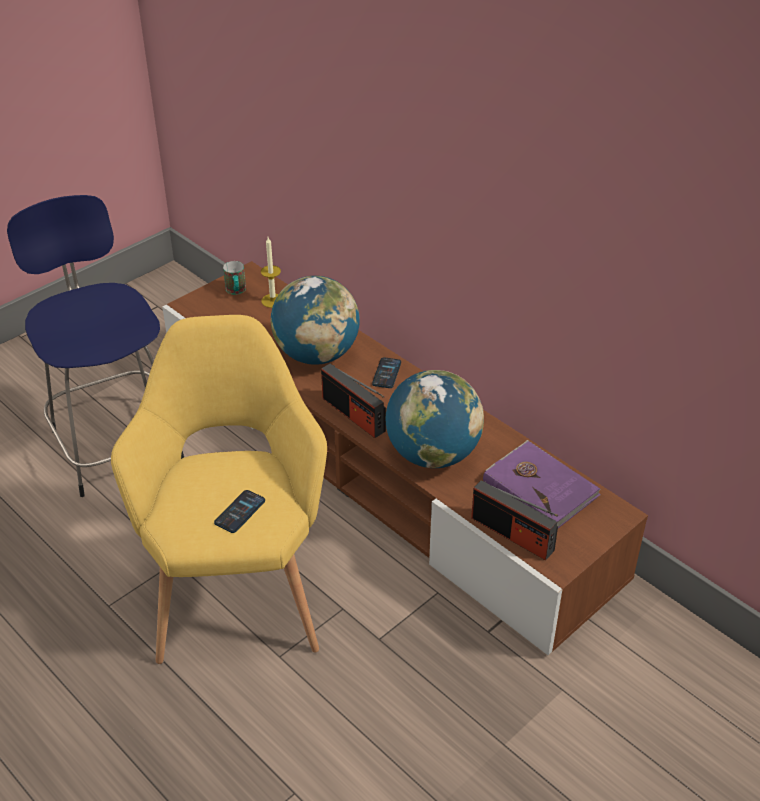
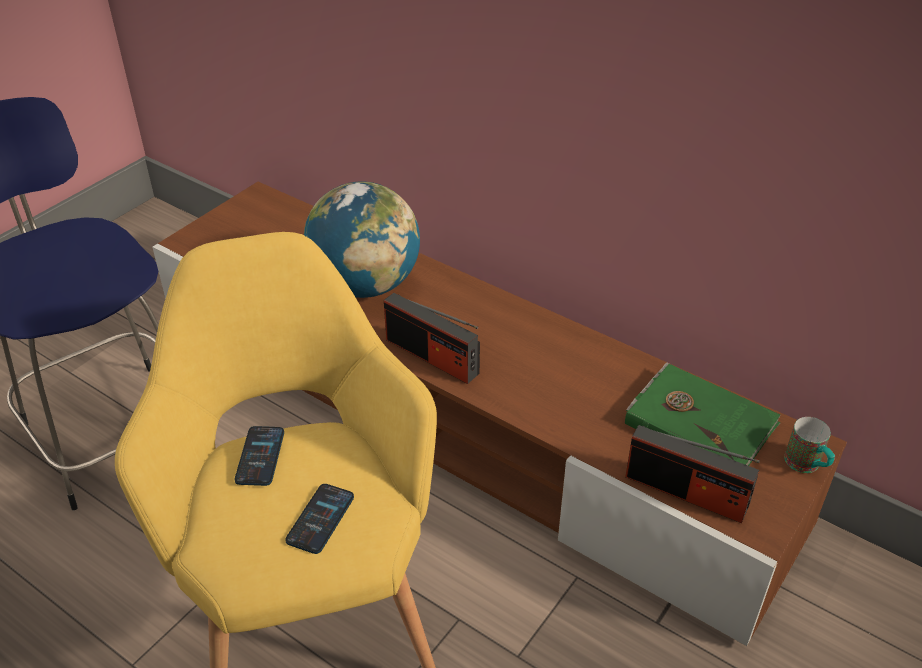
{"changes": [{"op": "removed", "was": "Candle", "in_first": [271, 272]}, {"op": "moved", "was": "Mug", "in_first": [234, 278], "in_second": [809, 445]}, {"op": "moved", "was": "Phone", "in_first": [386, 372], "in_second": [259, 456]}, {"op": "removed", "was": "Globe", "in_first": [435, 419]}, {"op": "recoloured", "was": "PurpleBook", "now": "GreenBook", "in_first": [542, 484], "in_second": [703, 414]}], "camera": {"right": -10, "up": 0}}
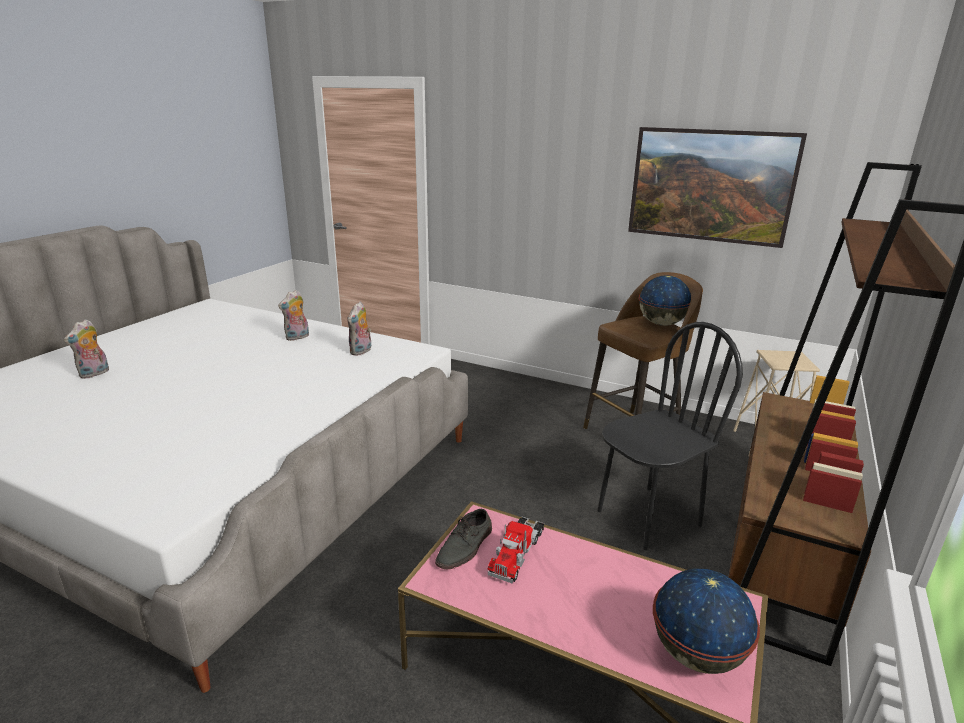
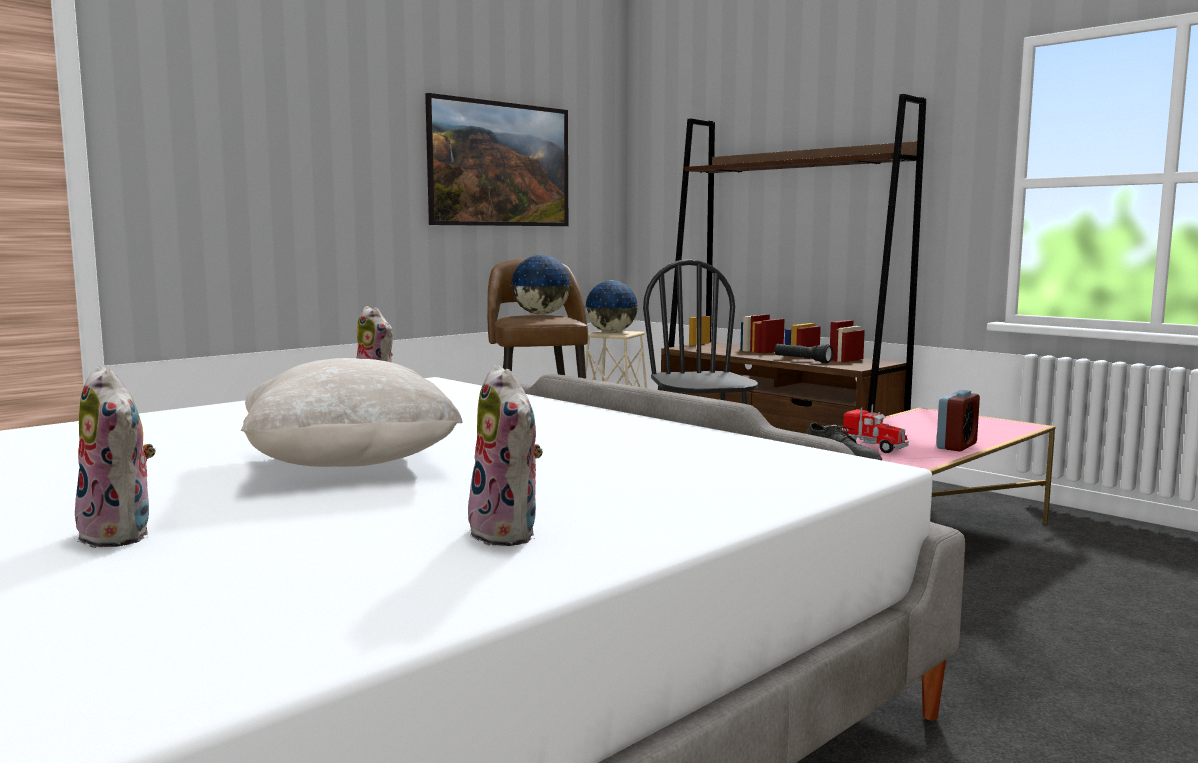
{"changes": [{"op": "moved", "was": "PlushToy", "in_first": [293, 315], "in_second": [505, 455]}, {"op": "moved", "was": "Globe", "in_first": [706, 621], "in_second": [611, 306]}, {"op": "added", "now": "BlackFlashlight", "in_second": [804, 353]}, {"op": "added", "now": "BeigePillow", "in_second": [351, 412]}, {"op": "added", "now": "AlarmClock", "in_second": [958, 421]}], "camera": {"right": -70, "up": -15}}
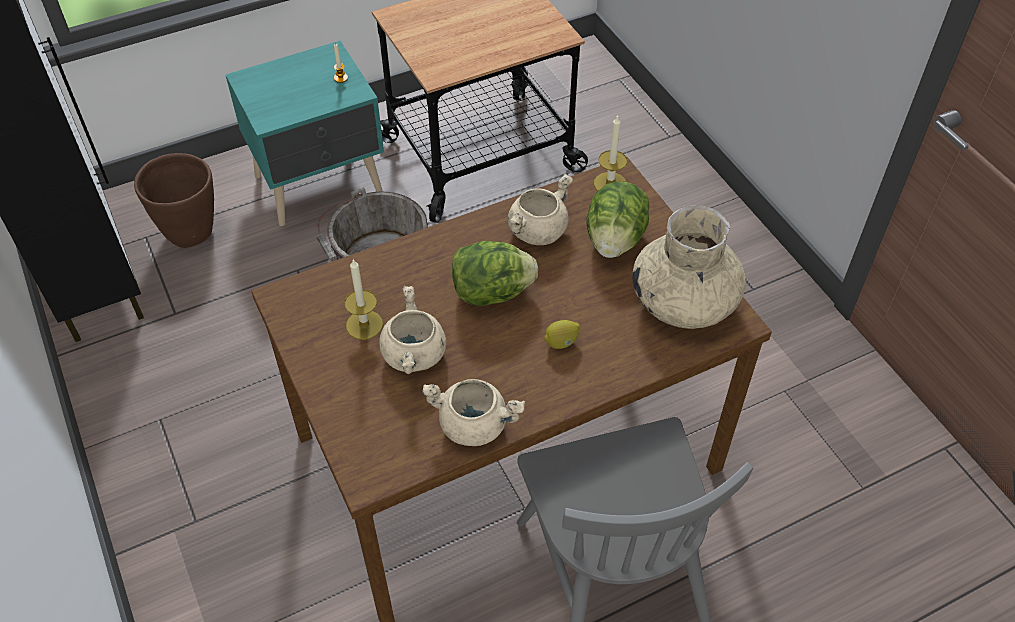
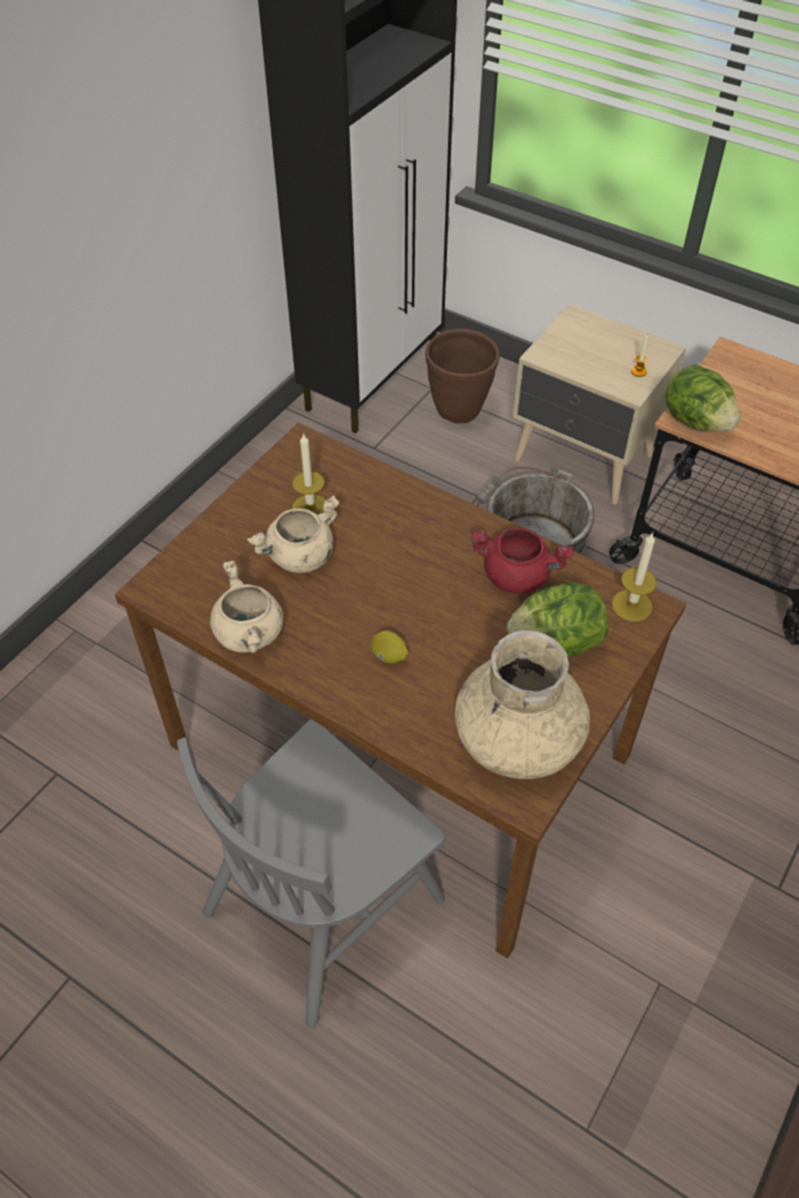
{"changes": [{"op": "recoloured", "was": "TurquoiseNightstand", "now": "BeigeNightstand", "in_first": [304, 133], "in_second": [599, 404]}, {"op": "recoloured", "was": "BeigeCookingPot", "now": "RedCookingPot", "in_first": [540, 209], "in_second": [522, 560]}, {"op": "moved", "was": "Lettuce", "in_first": [495, 273], "in_second": [702, 398]}], "camera": {"right": 60, "up": 0}}
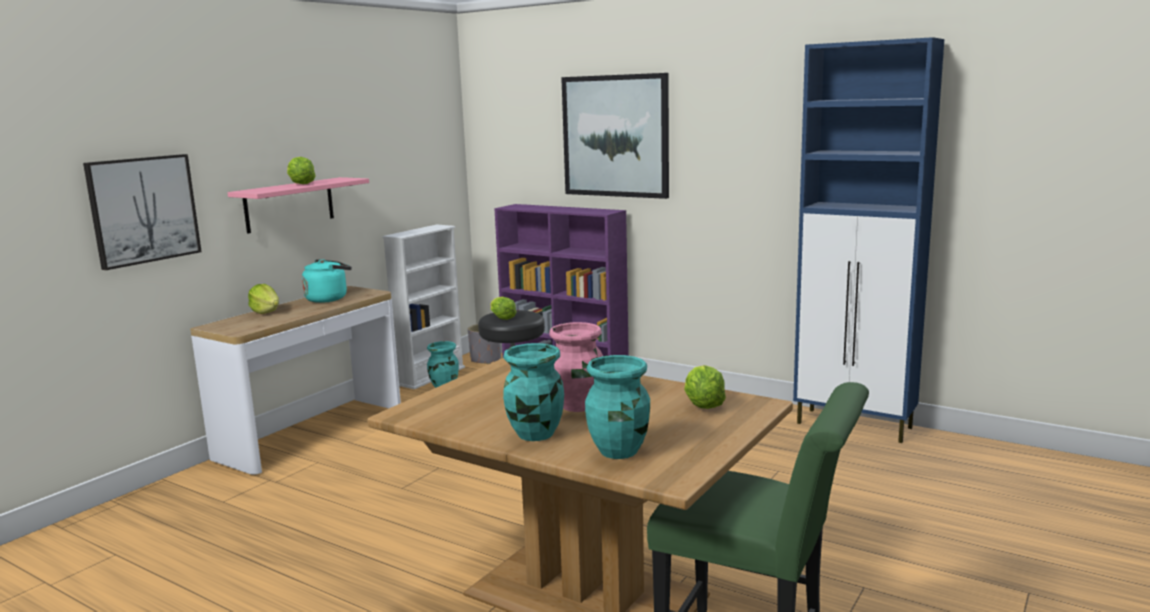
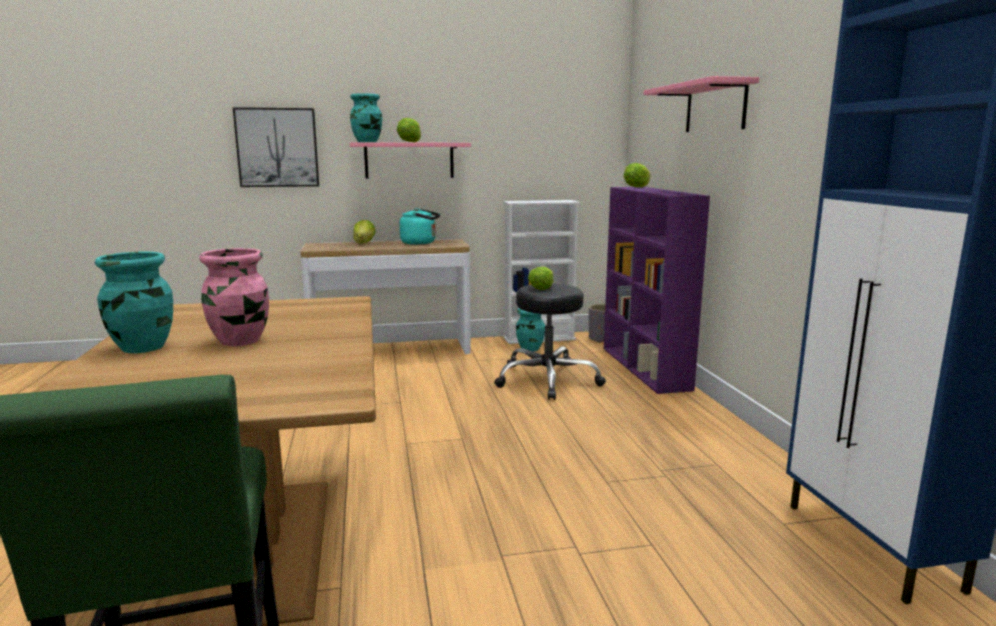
{"changes": [{"op": "replaced", "was": "Picture", "now": "PinkShelf", "in_first": [615, 136], "in_second": [702, 104]}, {"op": "moved", "was": "TurquoiseVase", "in_first": [617, 407], "in_second": [366, 117]}, {"op": "moved", "was": "Lettuce", "in_first": [705, 387], "in_second": [637, 175]}], "camera": {"right": 45, "up": 0}}
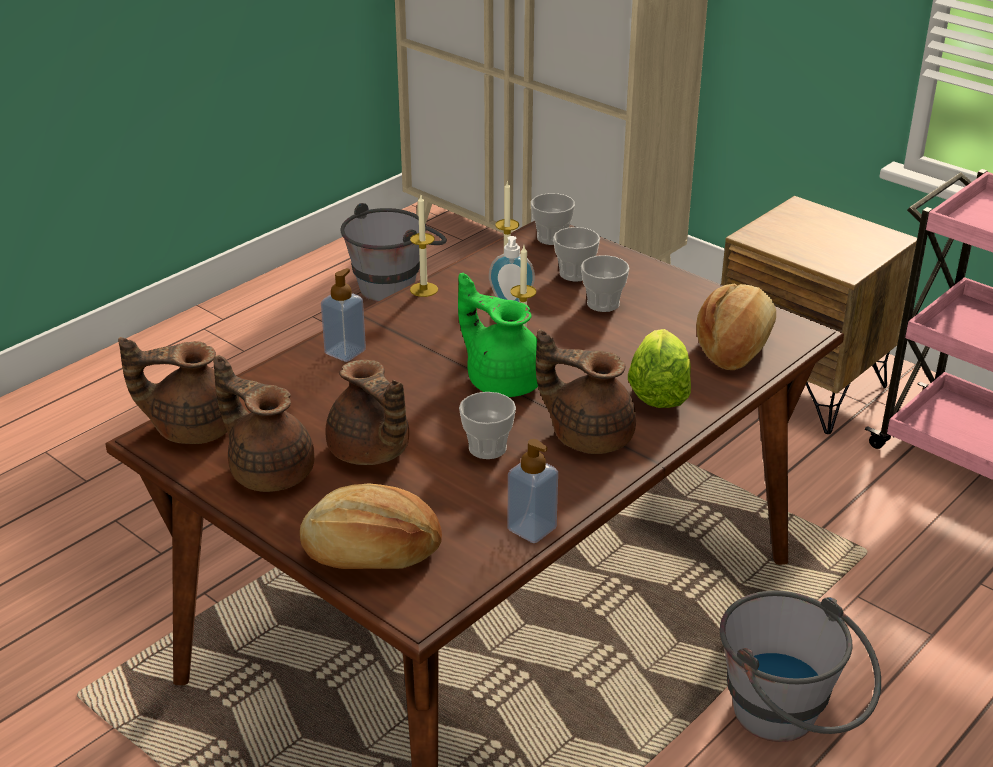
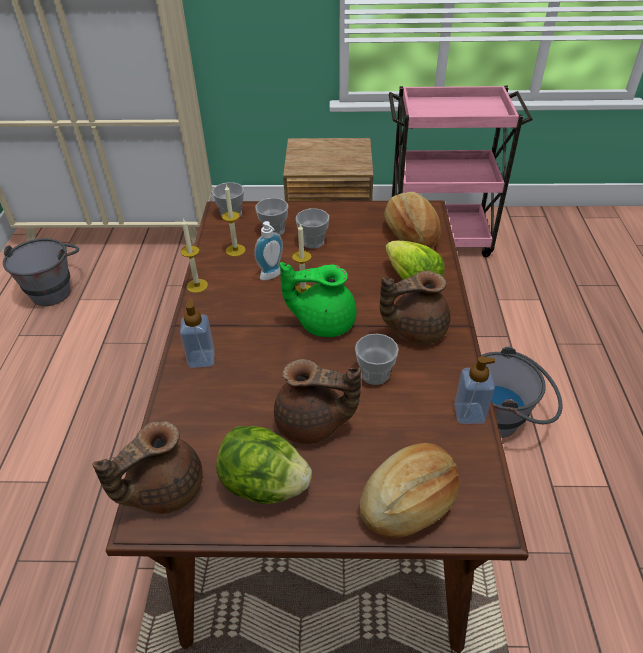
{"changes": [{"op": "replaced", "was": "BrownTeapot", "now": "Lettuce", "in_first": [264, 423], "in_second": [264, 465]}], "camera": {"right": -40, "up": 10}}
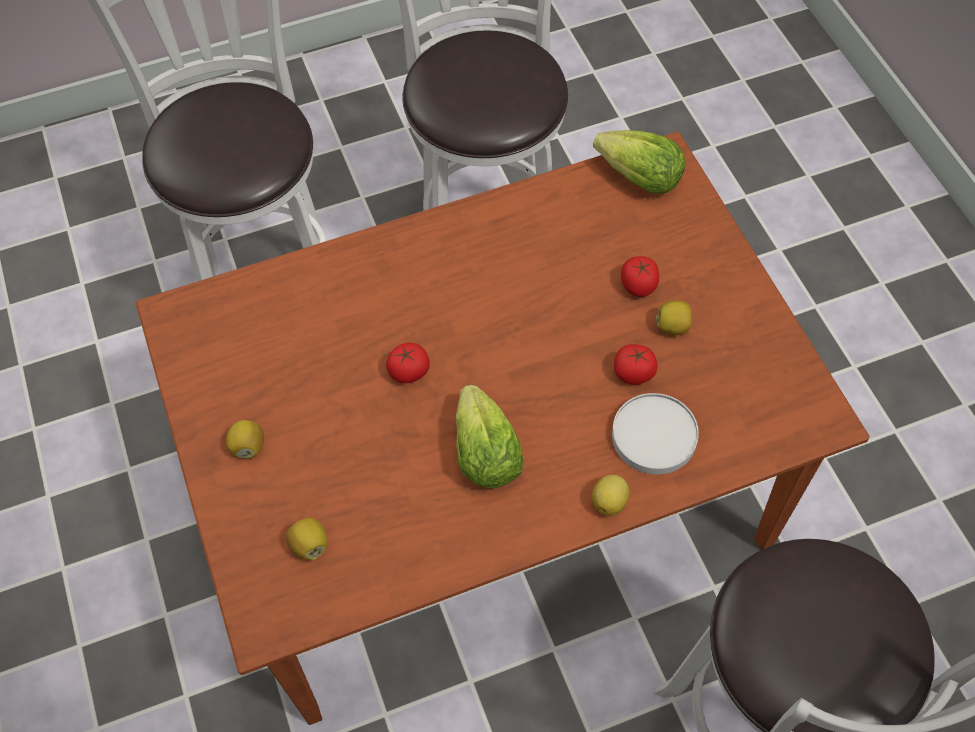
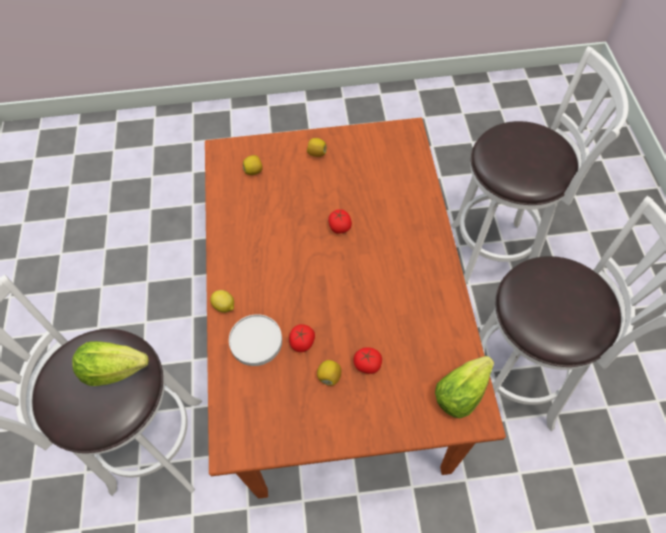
{"changes": [{"op": "moved", "was": "Lettuce", "in_first": [490, 436], "in_second": [110, 363]}], "camera": {"right": 105, "up": 0}}
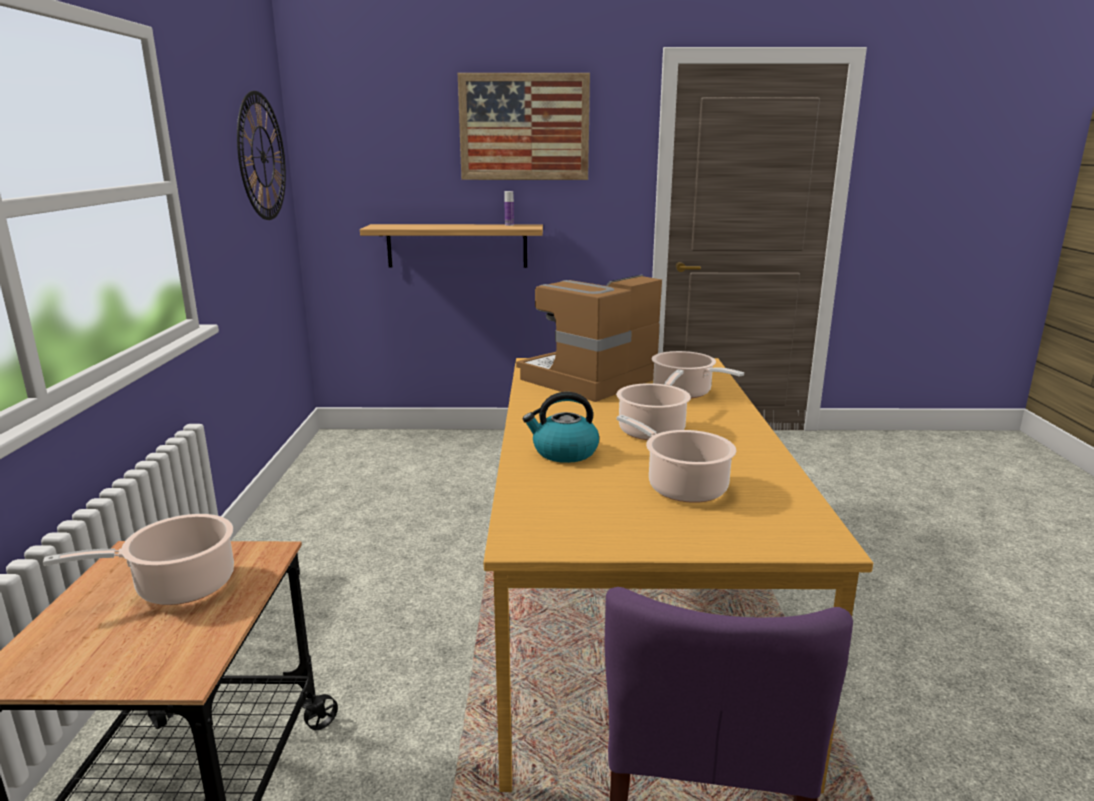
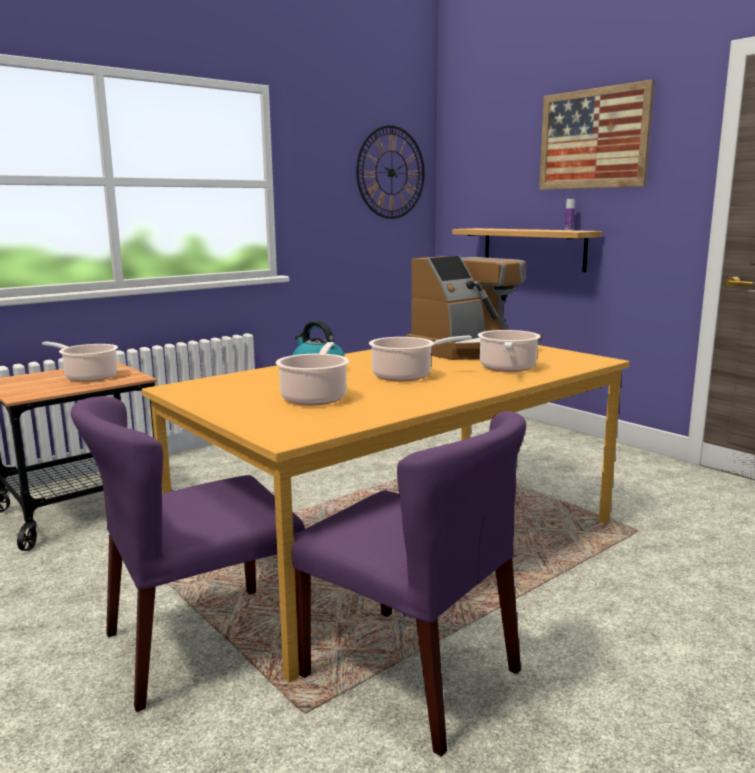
{"changes": [{"op": "turned", "was": "CoffeeMachine", "in_first": [589, 338], "in_second": [474, 308], "clockwise": 135}, {"op": "added", "now": "PurpleChair", "in_second": [408, 584]}], "camera": {"right": 50, "up": -5}}
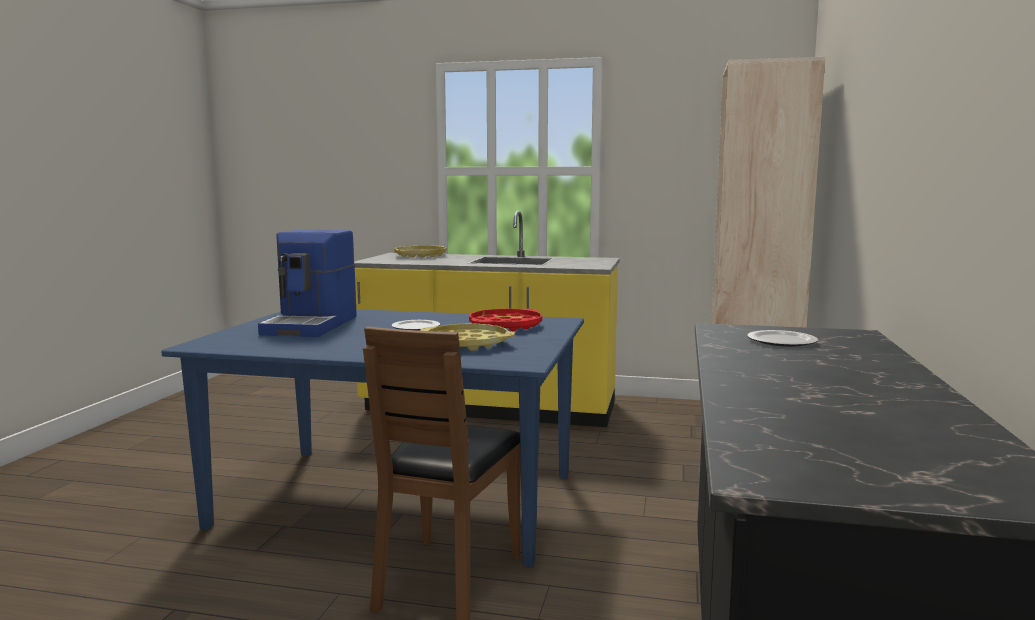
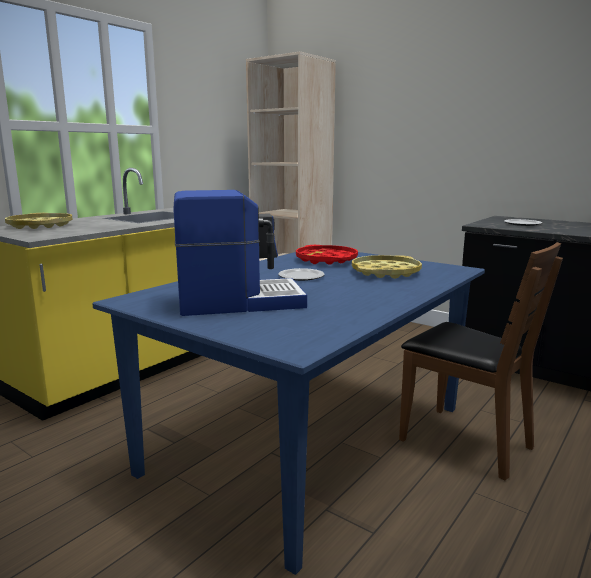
{"changes": [{"op": "turned", "was": "CoffeeMachine", "in_first": [307, 283], "in_second": [240, 253], "clockwise": -45}], "camera": {"right": -65, "up": 5}}
